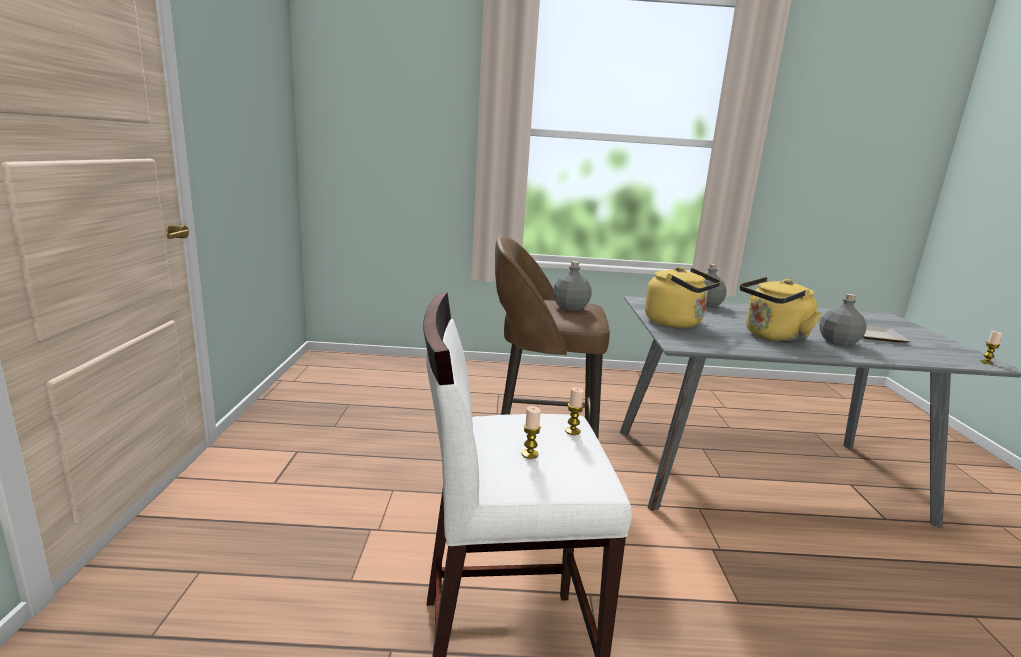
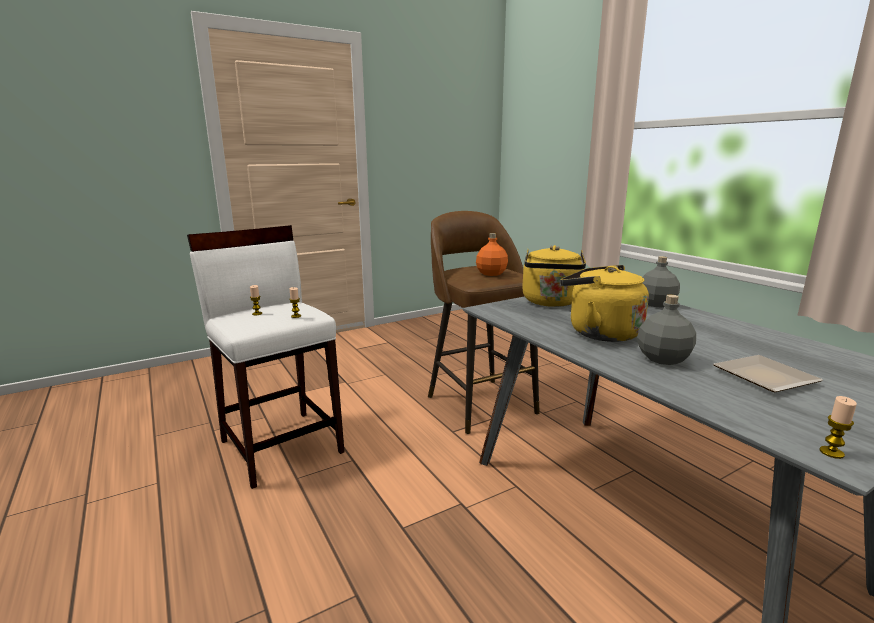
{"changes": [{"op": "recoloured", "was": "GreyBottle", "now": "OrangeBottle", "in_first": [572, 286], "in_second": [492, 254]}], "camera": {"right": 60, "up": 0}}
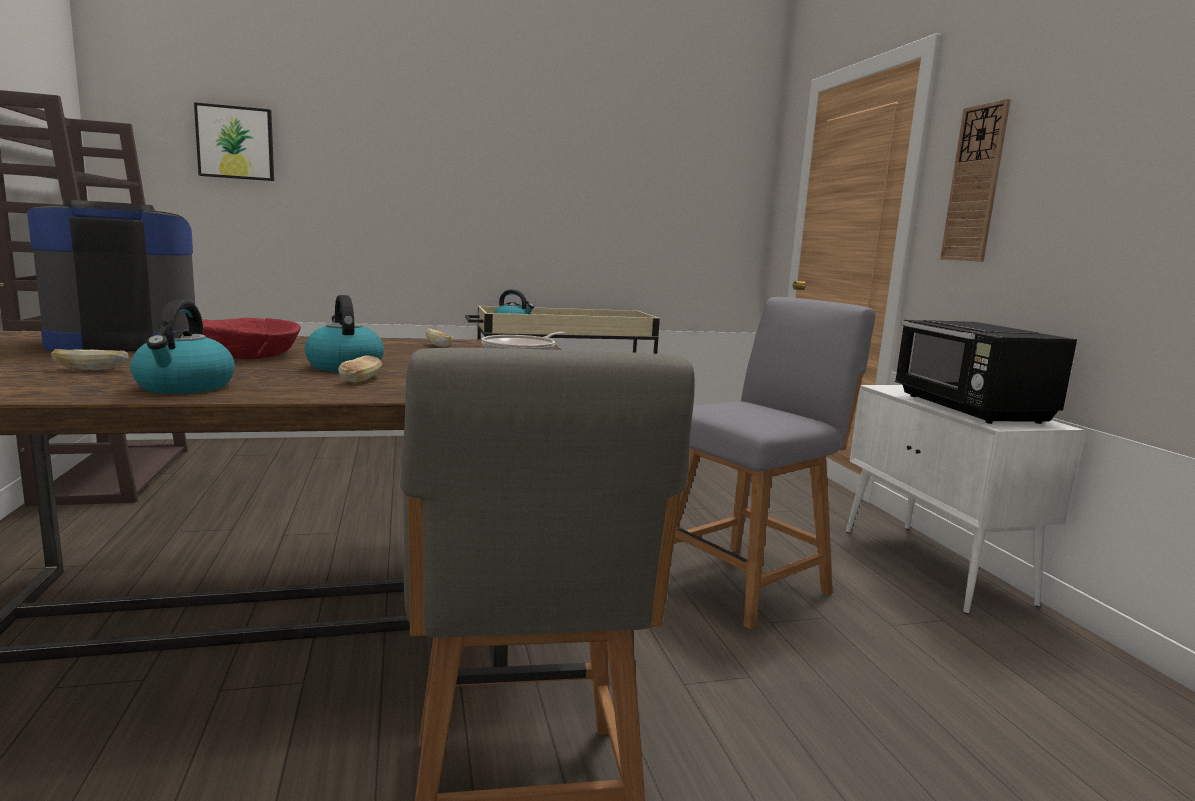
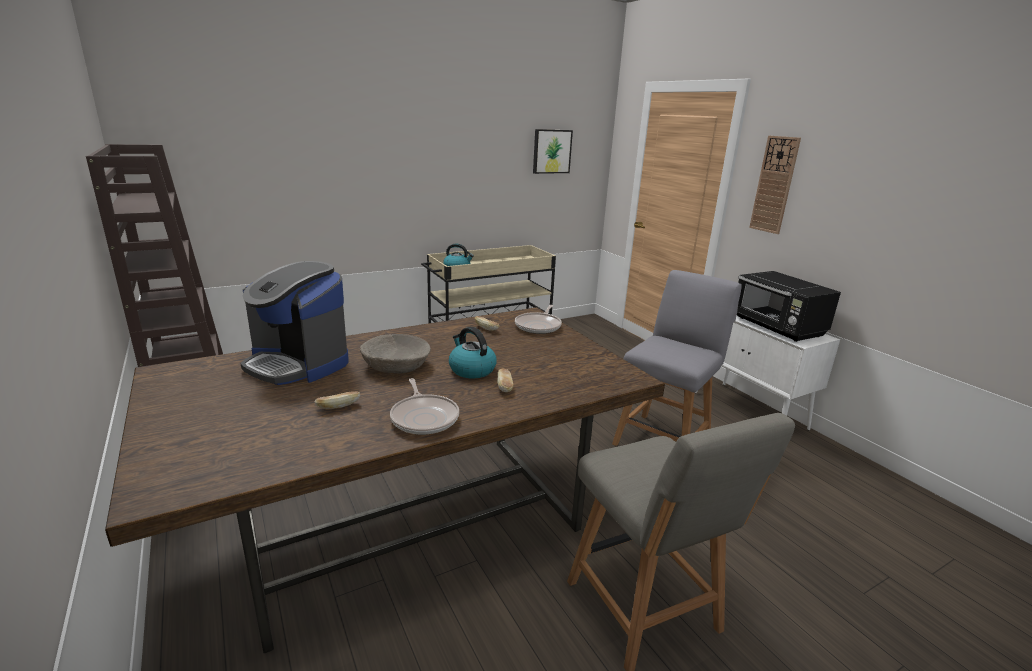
{"changes": [{"op": "moved", "was": "Picture", "in_first": [234, 141], "in_second": [553, 151]}, {"op": "turned", "was": "CoffeeMachine", "in_first": [111, 276], "in_second": [294, 323], "clockwise": -105}, {"op": "replaced", "was": "Kettle", "now": "FryingPan", "in_first": [182, 347], "in_second": [424, 406]}, {"op": "recoloured", "was": "RedBowl", "now": "BeigeBowl", "in_first": [244, 338], "in_second": [395, 354]}], "camera": {"right": -15, "up": 10}}
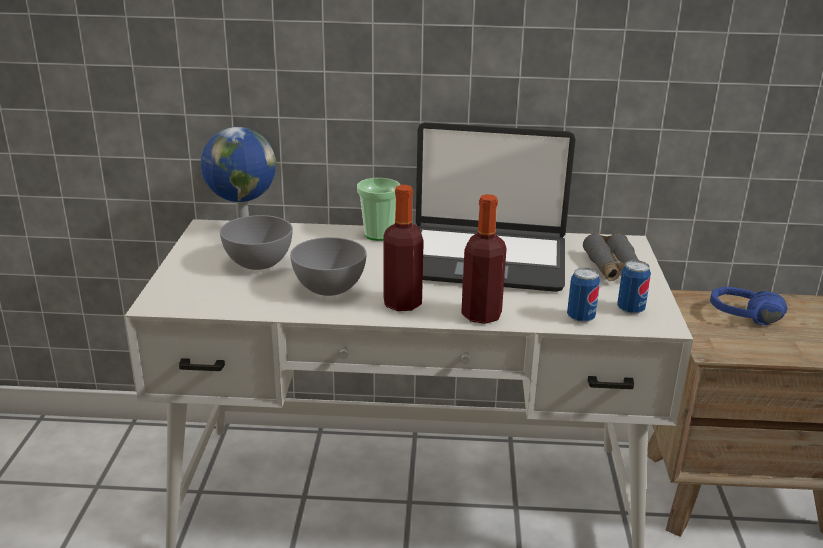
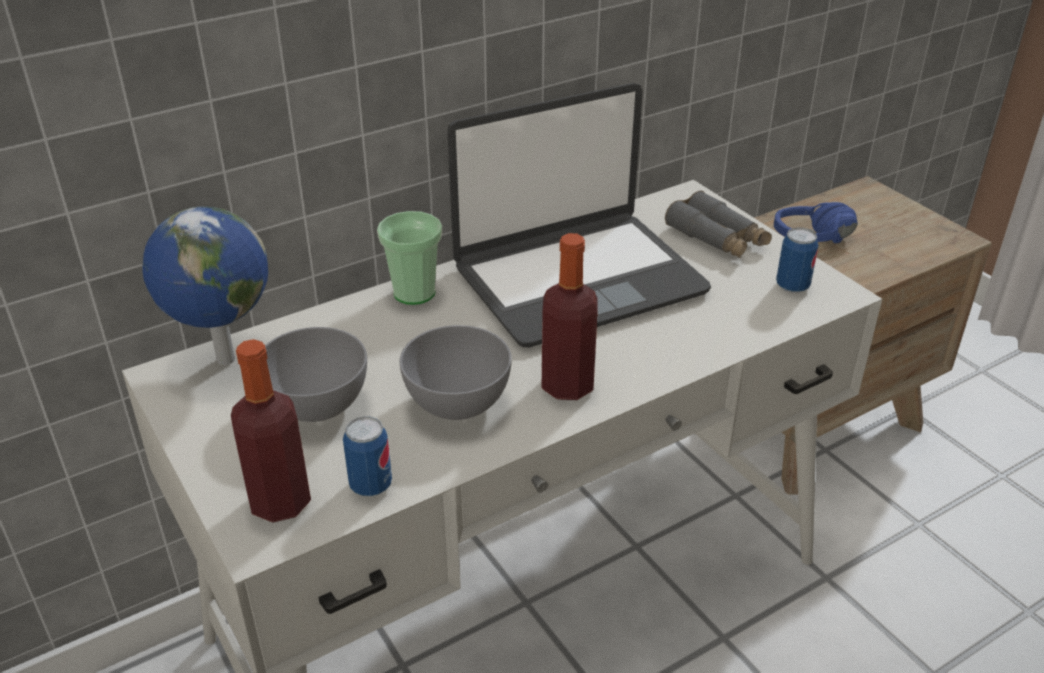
{"changes": [{"op": "moved", "was": "Bottle", "in_first": [484, 259], "in_second": [271, 430]}, {"op": "moved", "was": "Can", "in_first": [583, 295], "in_second": [367, 456]}], "camera": {"right": -35, "up": 10}}
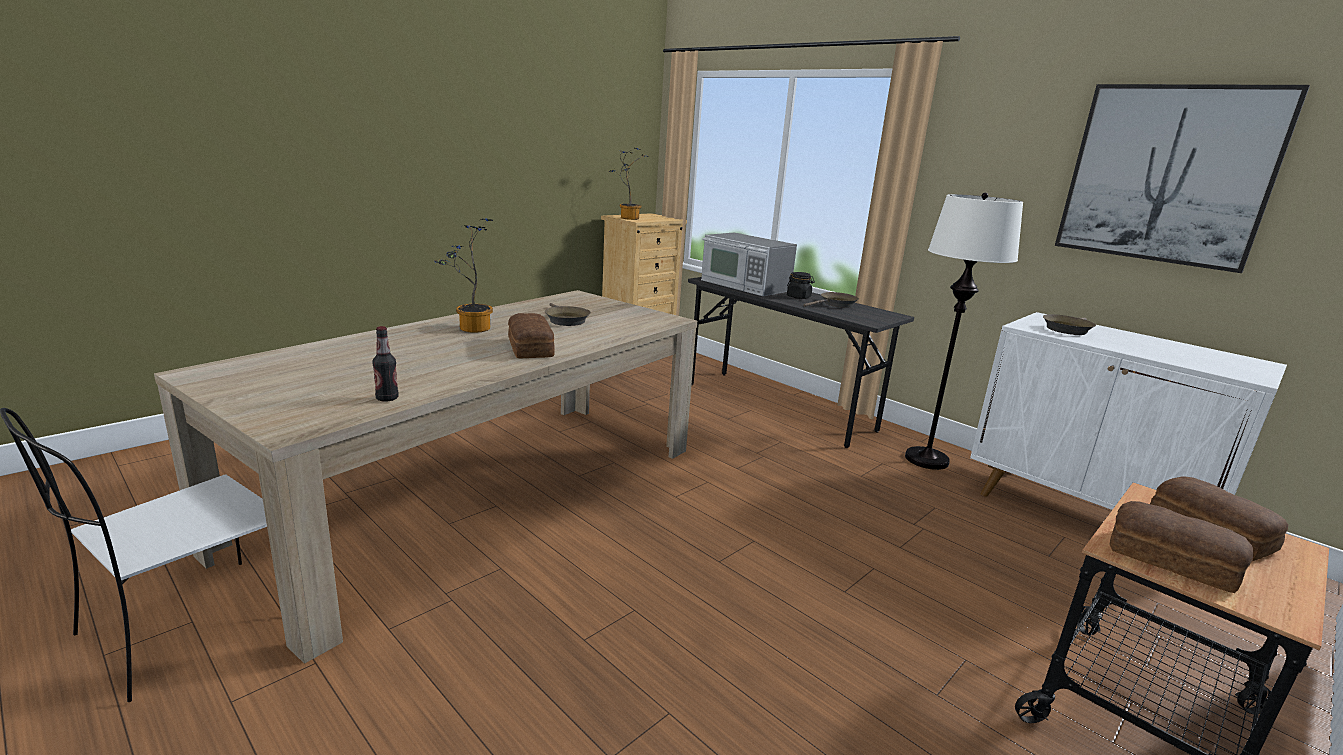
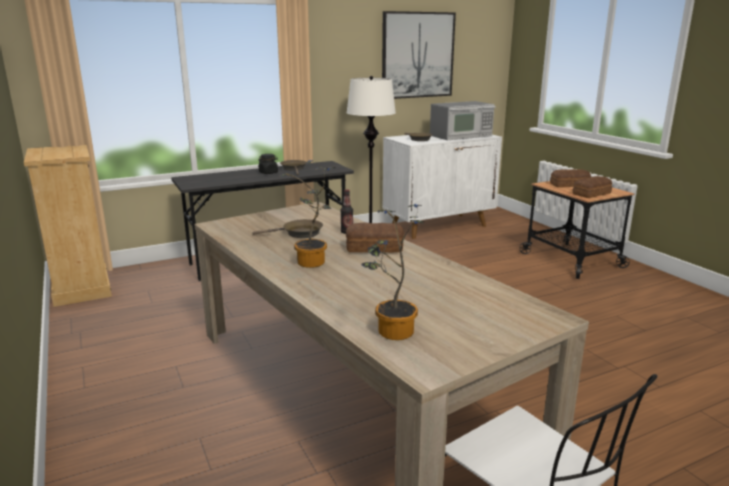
{"changes": [{"op": "moved", "was": "PottedPlant", "in_first": [629, 184], "in_second": [392, 272]}, {"op": "moved", "was": "Microwave", "in_first": [749, 264], "in_second": [463, 120]}, {"op": "moved", "was": "Bottle", "in_first": [385, 364], "in_second": [346, 211]}], "camera": {"right": -70, "up": 0}}
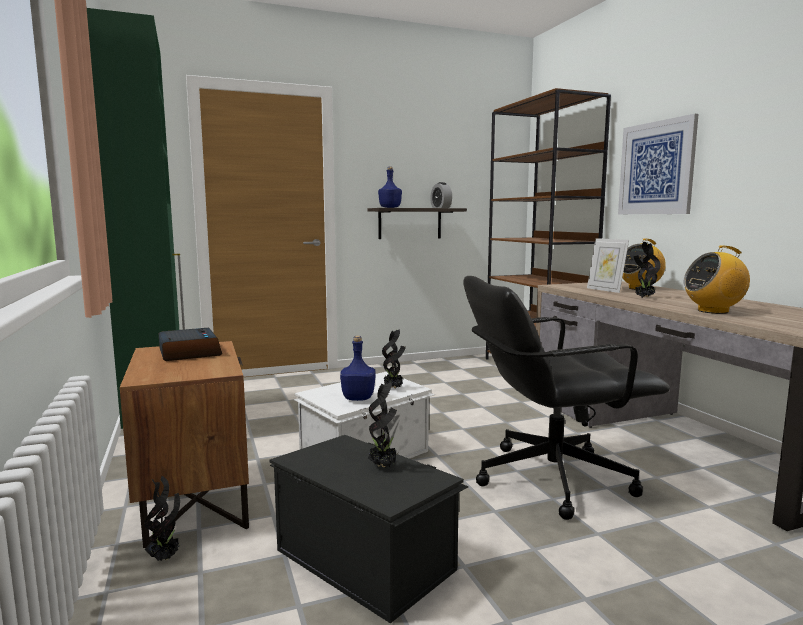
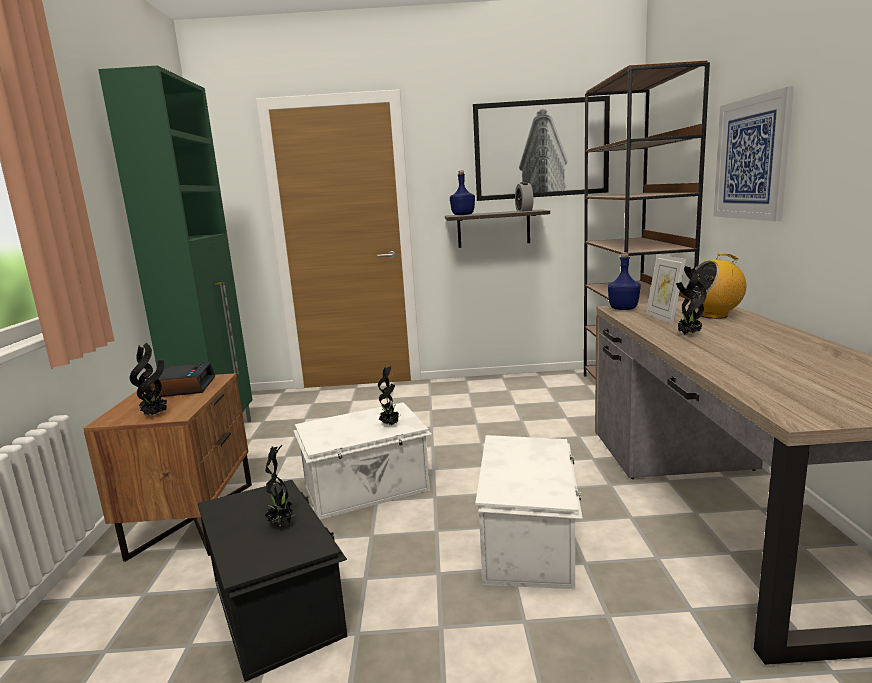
{"changes": [{"op": "removed", "was": "Radio", "in_first": [716, 280]}, {"op": "replaced", "was": "BlackOfficeChair", "now": "WhiteStorageBox", "in_first": [566, 398], "in_second": [529, 512]}, {"op": "moved", "was": "BlueBottle", "in_first": [358, 368], "in_second": [624, 281]}, {"op": "moved", "was": "PottedPlant", "in_first": [162, 518], "in_second": [148, 379]}, {"op": "added", "now": "Picture", "in_second": [541, 148]}], "camera": {"right": 20, "up": 5}}
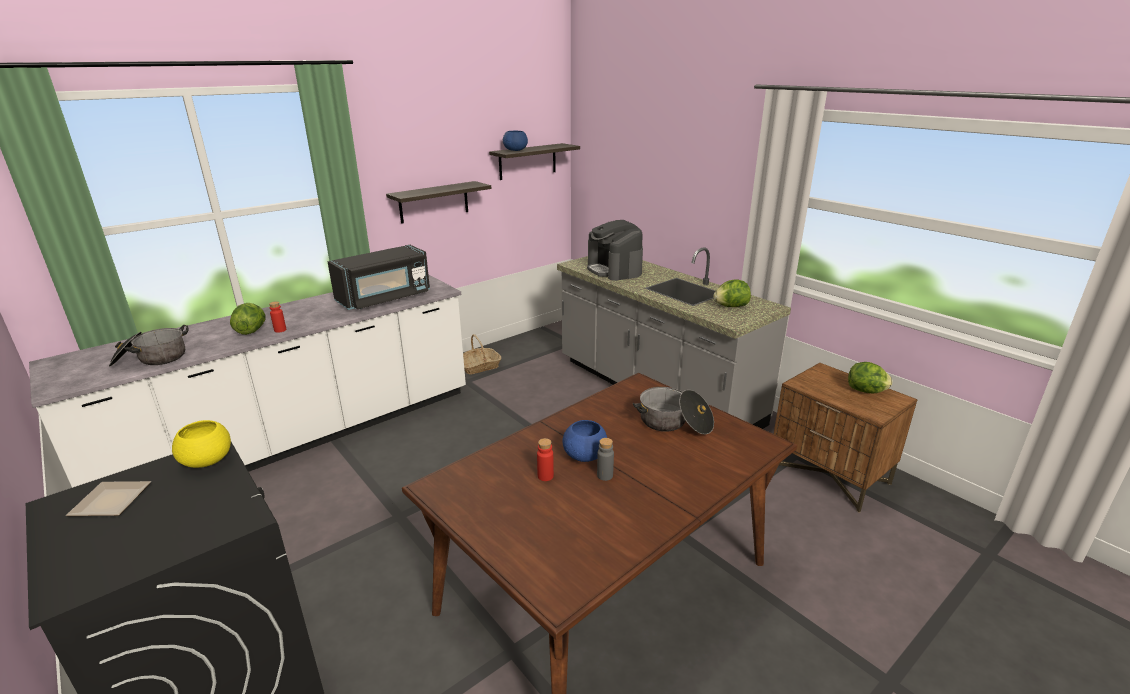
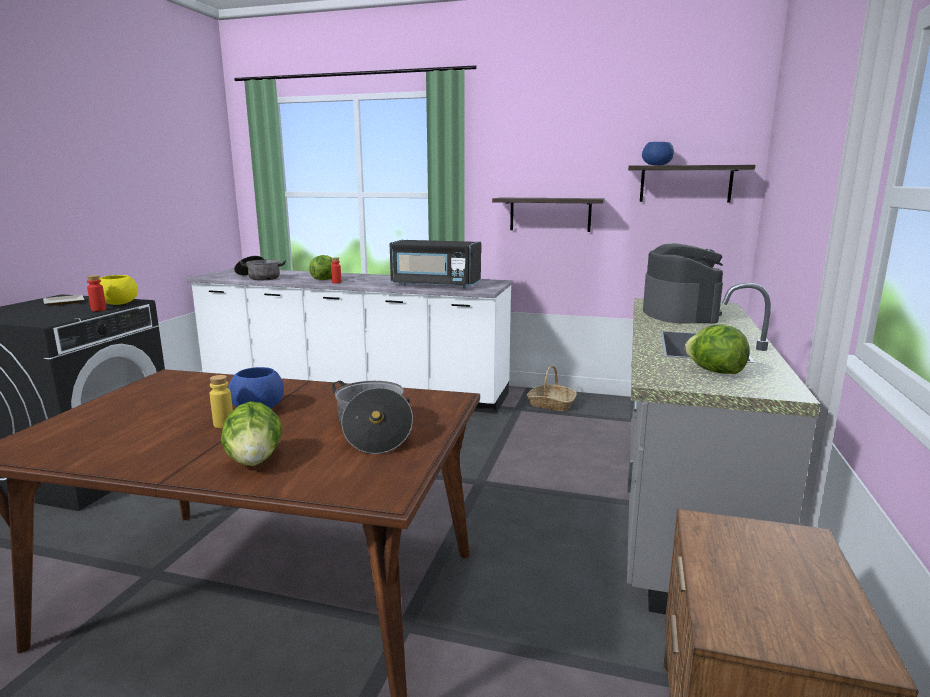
{"changes": [{"op": "turned", "was": "CoffeeMachine", "in_first": [615, 250], "in_second": [683, 283], "clockwise": 150}, {"op": "moved", "was": "Lettuce", "in_first": [870, 377], "in_second": [251, 433]}, {"op": "moved", "was": "RedBottle", "in_first": [545, 459], "in_second": [96, 293]}, {"op": "recoloured", "was": "GreyBottle", "now": "YellowBottle", "in_first": [605, 459], "in_second": [221, 401]}], "camera": {"right": 55, "up": -10}}
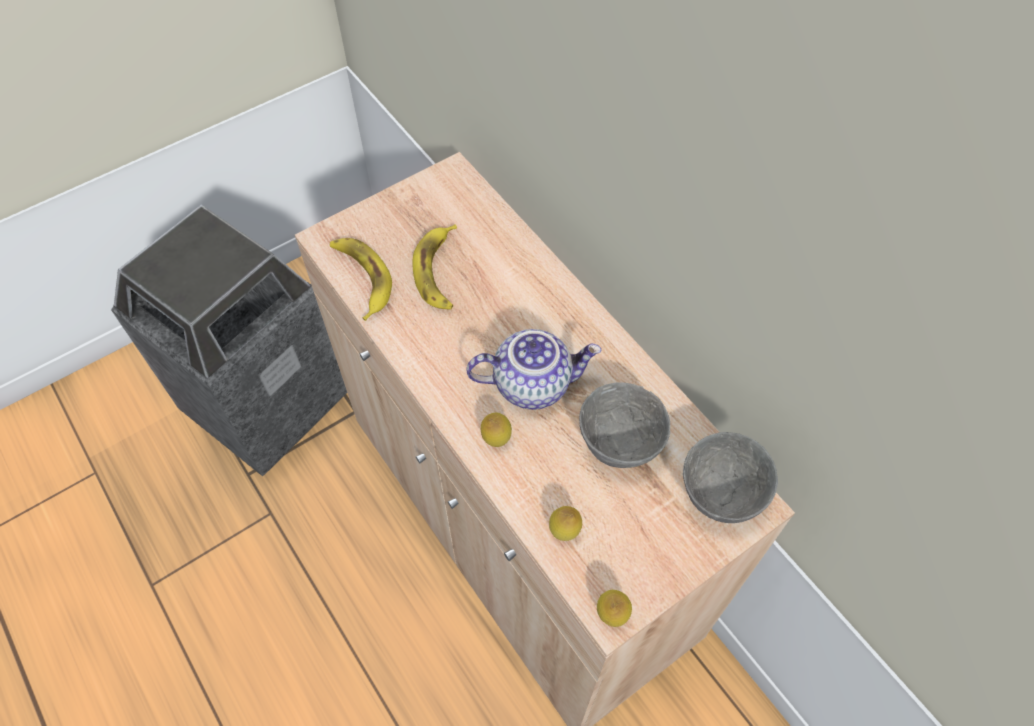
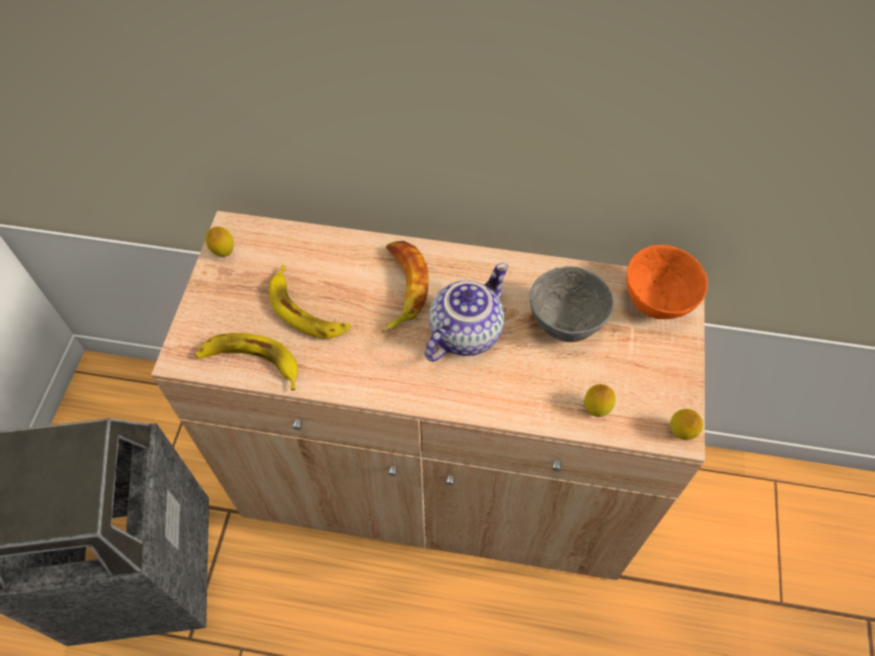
{"changes": [{"op": "moved", "was": "Lemon", "in_first": [496, 430], "in_second": [219, 242]}, {"op": "recoloured", "was": "GreyBowl", "now": "OrangeBowl", "in_first": [730, 477], "in_second": [667, 282]}, {"op": "added", "now": "Banana", "in_second": [405, 286]}], "camera": {"right": -45, "up": 0}}
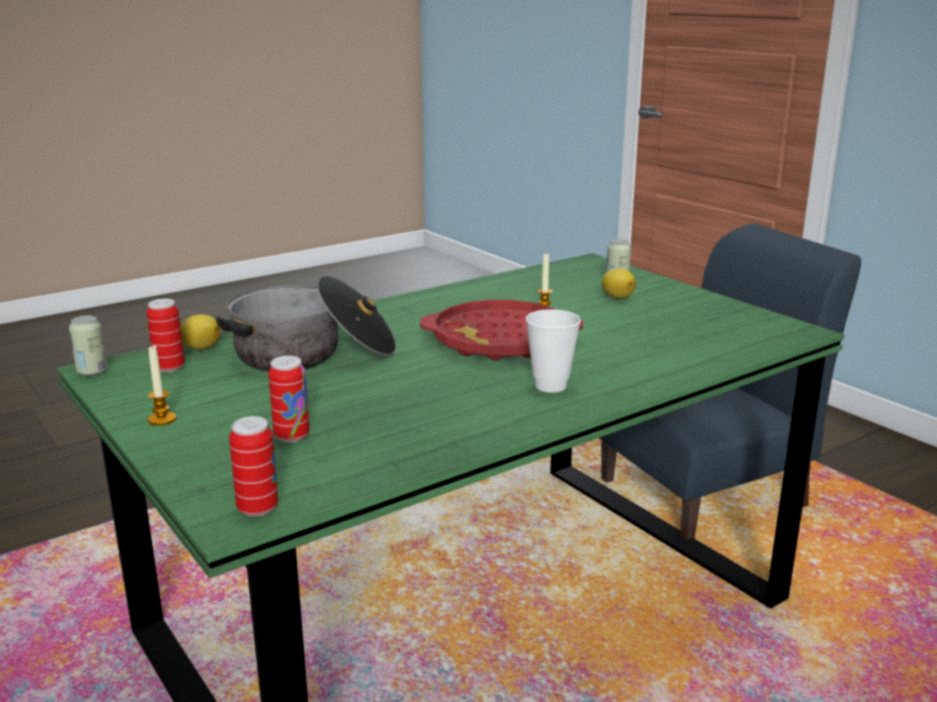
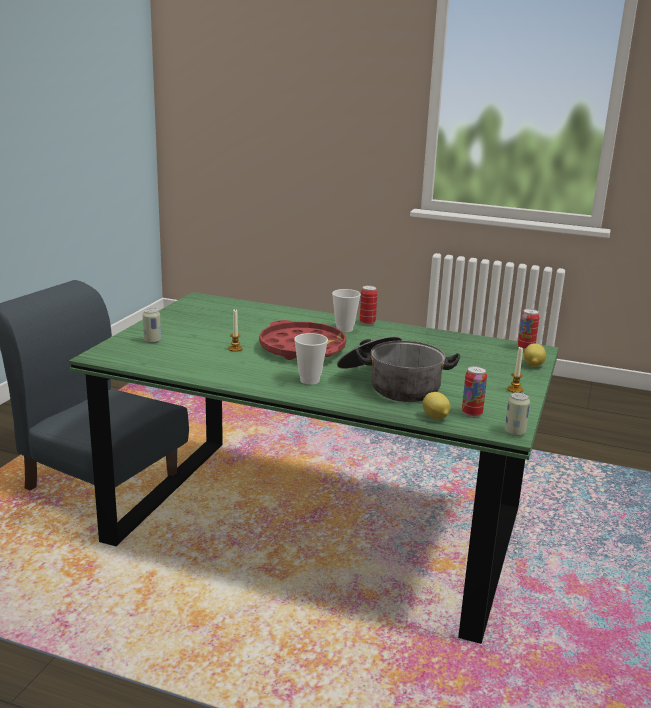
{"changes": [{"op": "moved", "was": "Lemon", "in_first": [619, 283], "in_second": [535, 355]}, {"op": "moved", "was": "Can", "in_first": [288, 399], "in_second": [369, 305]}, {"op": "added", "now": "Cup", "in_second": [311, 359]}], "camera": {"right": -125, "up": 0}}
